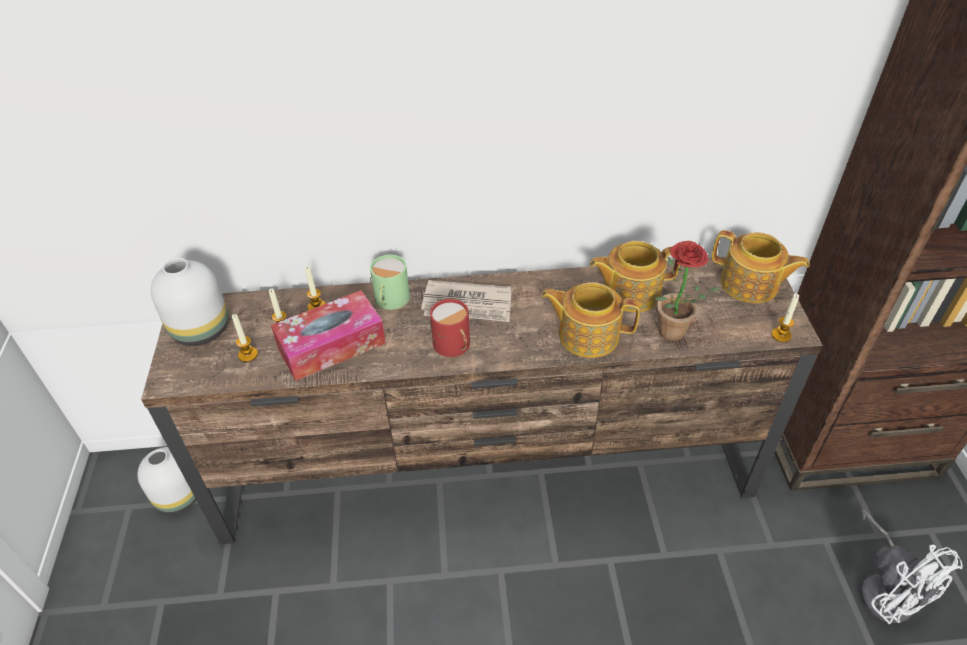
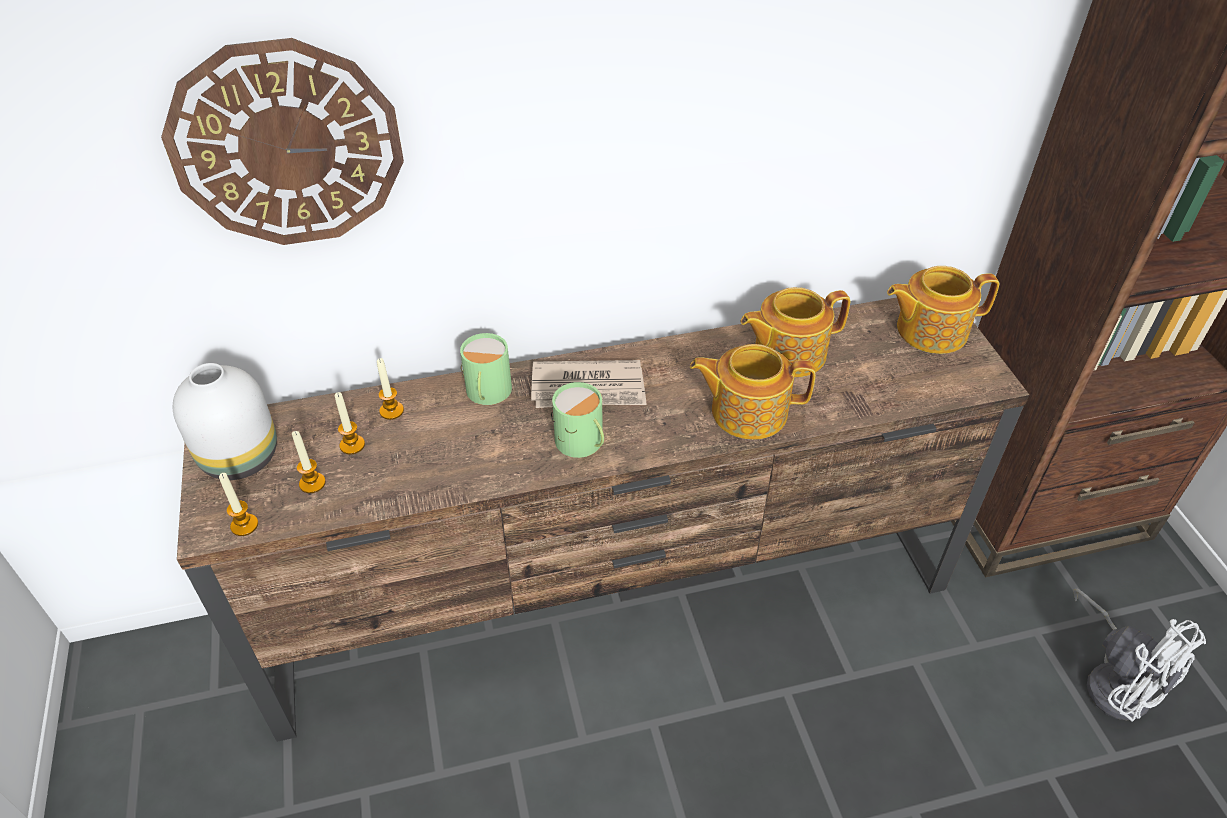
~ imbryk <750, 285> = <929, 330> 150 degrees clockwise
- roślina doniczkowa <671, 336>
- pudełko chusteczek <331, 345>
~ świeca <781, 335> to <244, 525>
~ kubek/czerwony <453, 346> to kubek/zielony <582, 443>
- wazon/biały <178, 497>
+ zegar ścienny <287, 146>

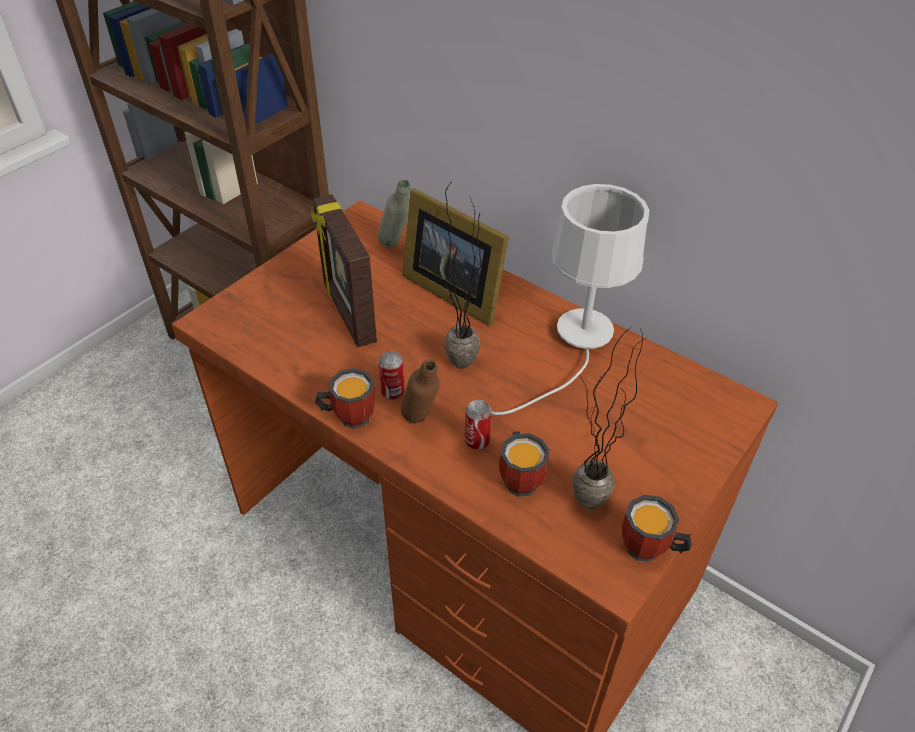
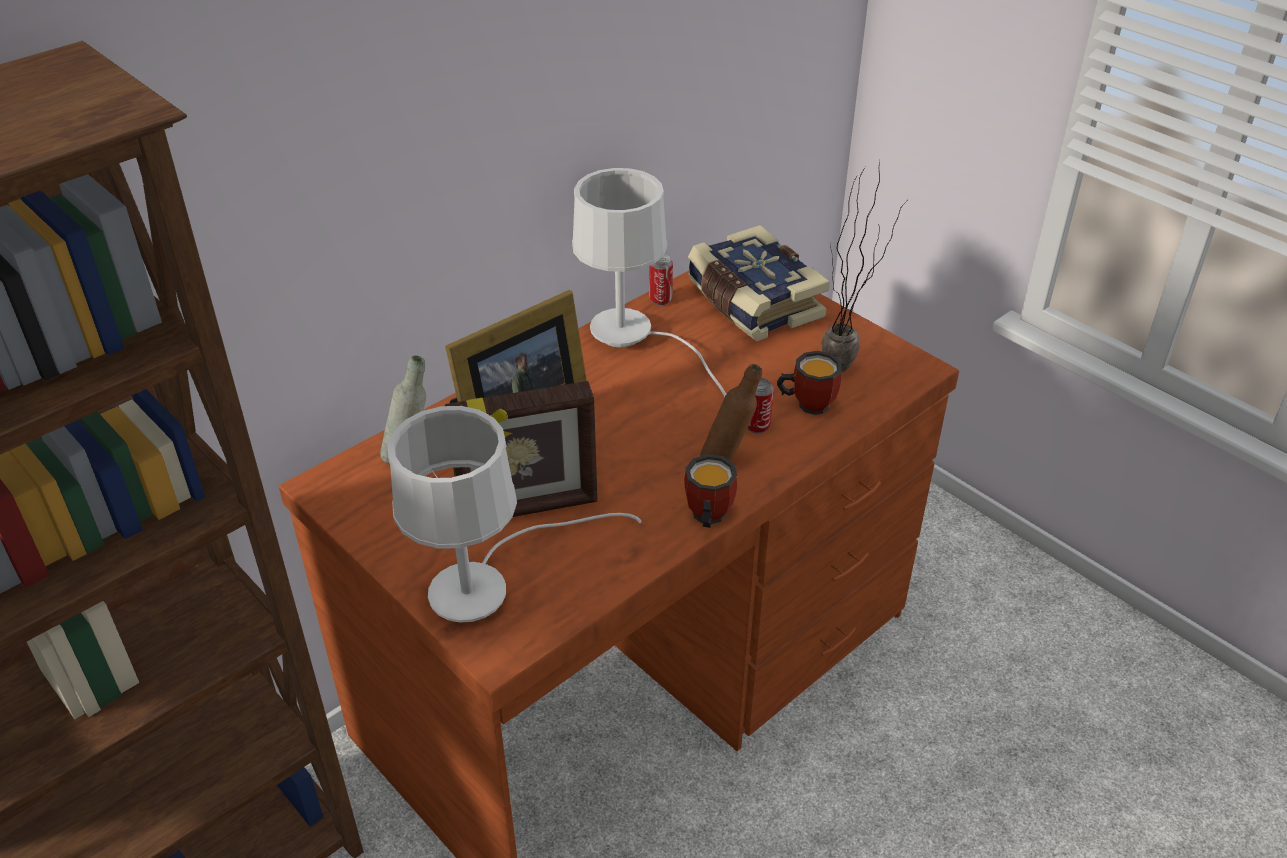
- roślina doniczkowa <450, 363>
~ puszka <392, 392> to <660, 299>
- kubek <648, 552>
+ książka <752, 303>
+ lampa stołowa/biały <486, 586>

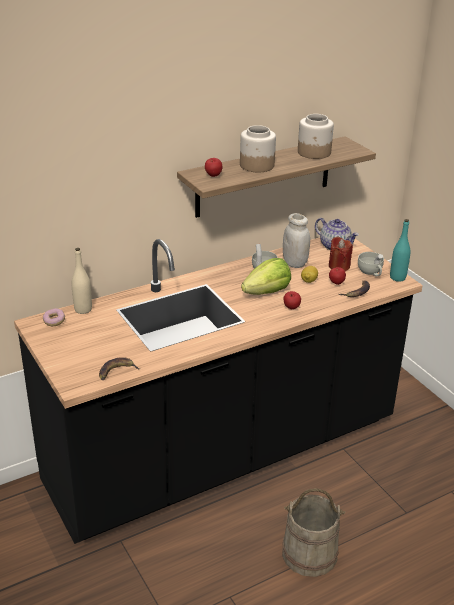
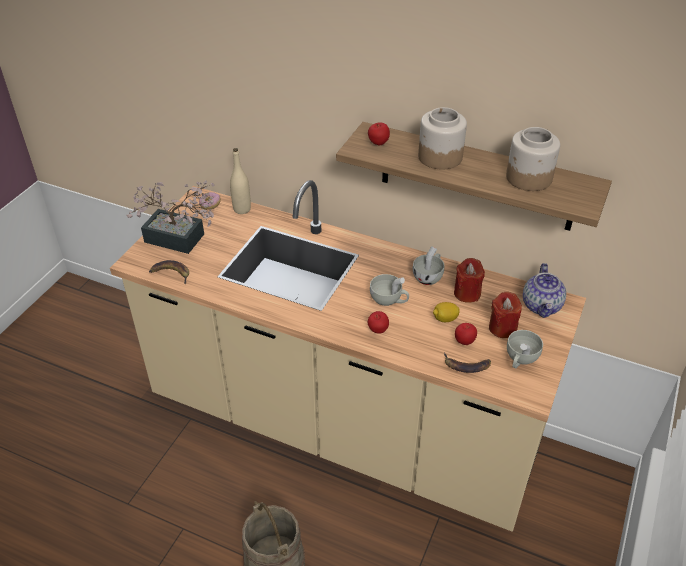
~ słoik/biały <294, 263> to świeca/czerwony <467, 293>
- butelka/turkusowy <397, 277>
~ zabudowa kuchenna/czarny <223, 455> to zabudowa kuchenna/beżowy <343, 427>
~ sałata <267, 292> to filiżanka/biały <389, 300>
+ roślina doniczkowa <180, 240>

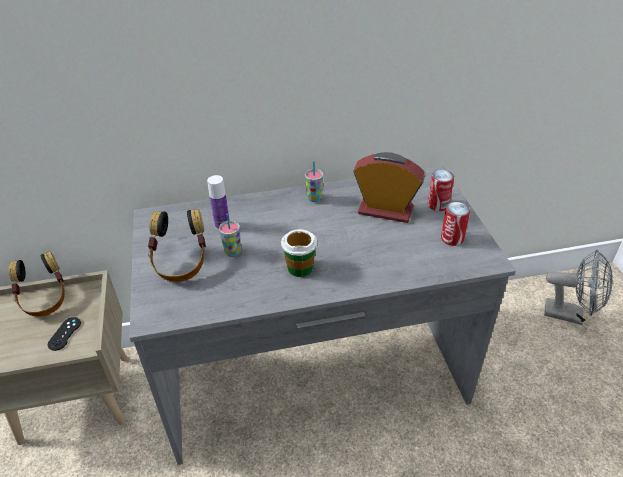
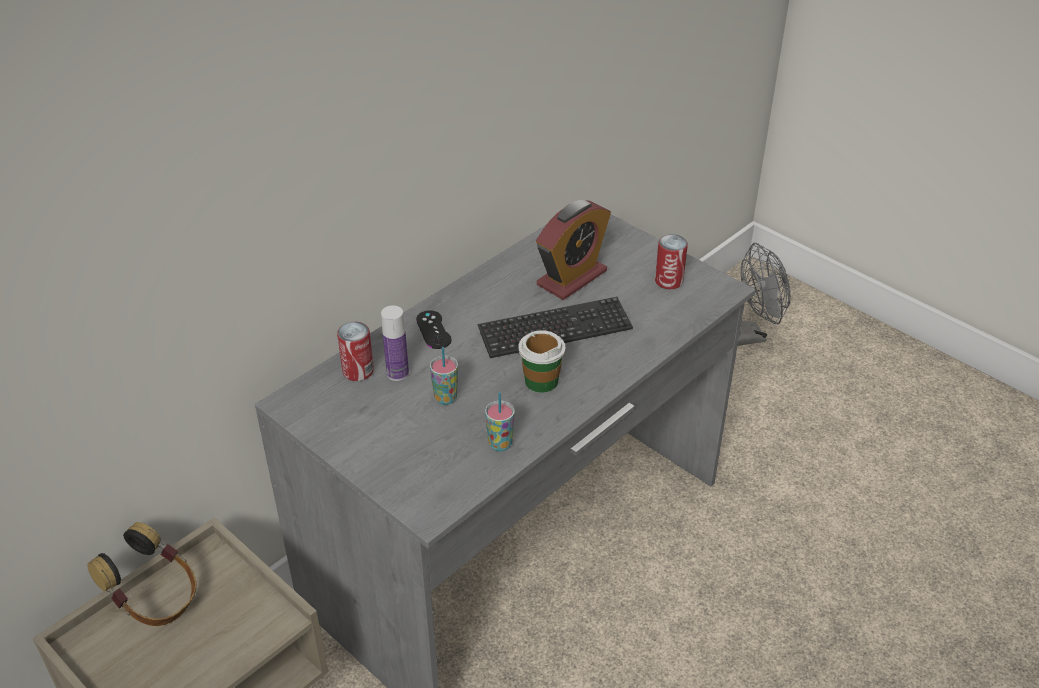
~ budzik <385, 210> = <572, 278> 150 degrees clockwise
~ filiżanka <314, 198> to <500, 444>
~ puszka <438, 205> to <358, 371>
- słuchawki <181, 264>
~ pad do gier/czarny <64, 333> to <433, 330>
+ klawiatura <555, 330>

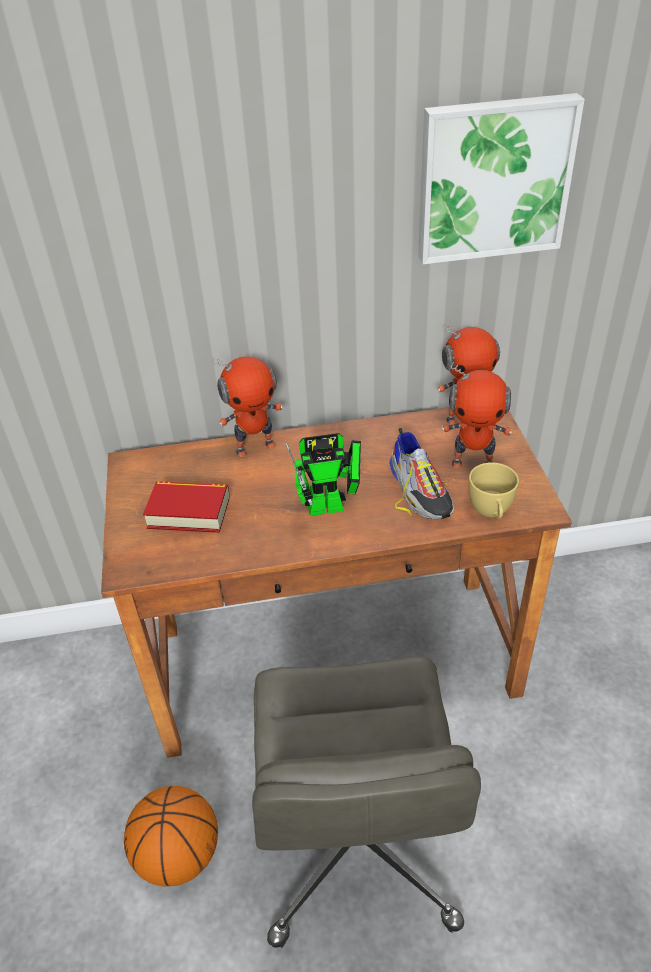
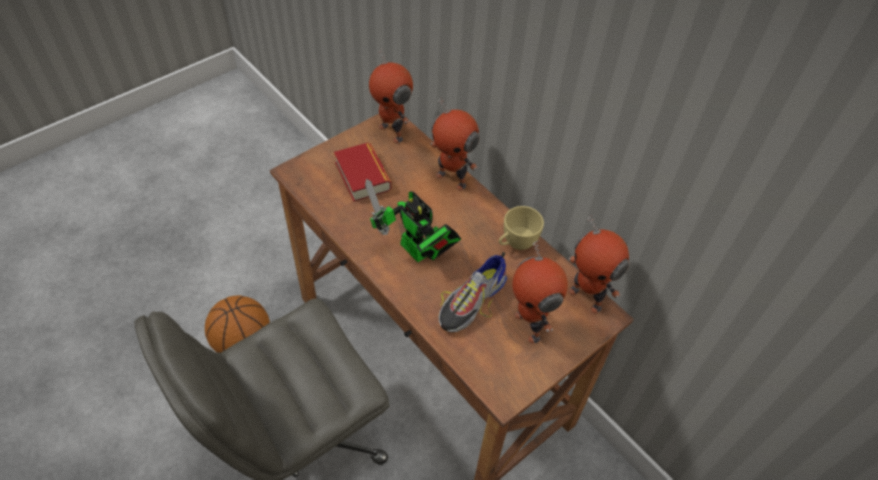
- obraz <493, 179>
~ filiżanka/żółty <491, 512> to <515, 243>
+ robot zabawkowy <392, 132>

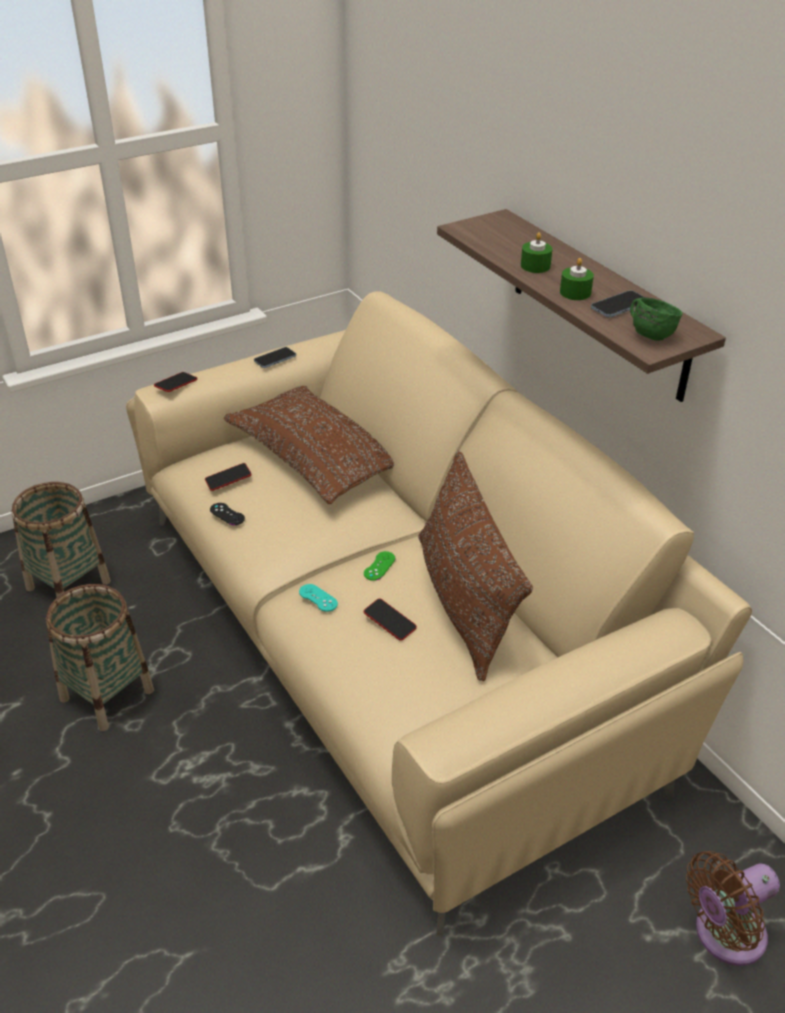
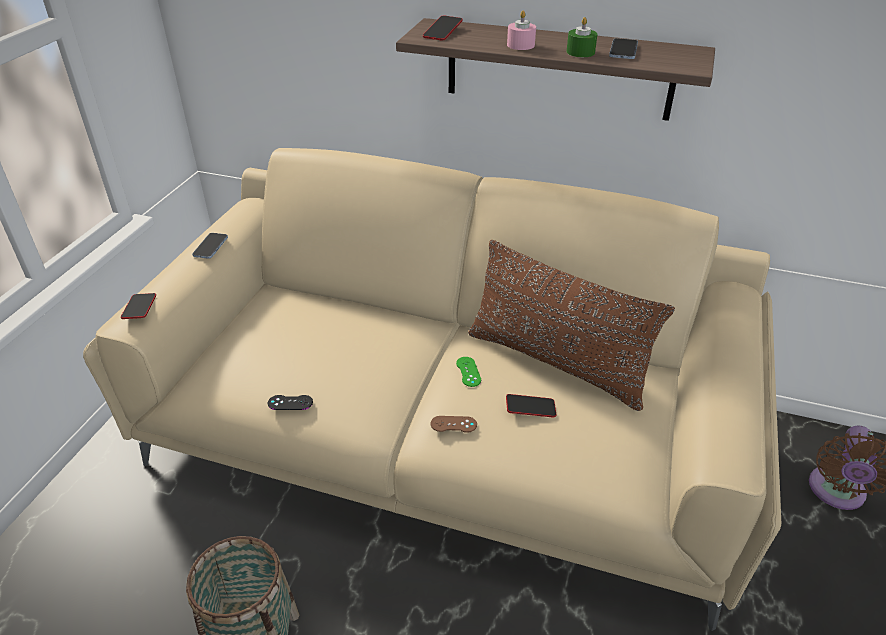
~ świeca/zielony <535, 266> to świeca/różowy <520, 45>
- kubek/zielony <650, 333>
- poduszka/brązowy <315, 459>
~ telefon <228, 479> to <443, 32>
- koszyk <68, 585>
~ pad do gier/turkusowy <318, 598> to pad do gier/brązowy <453, 424>

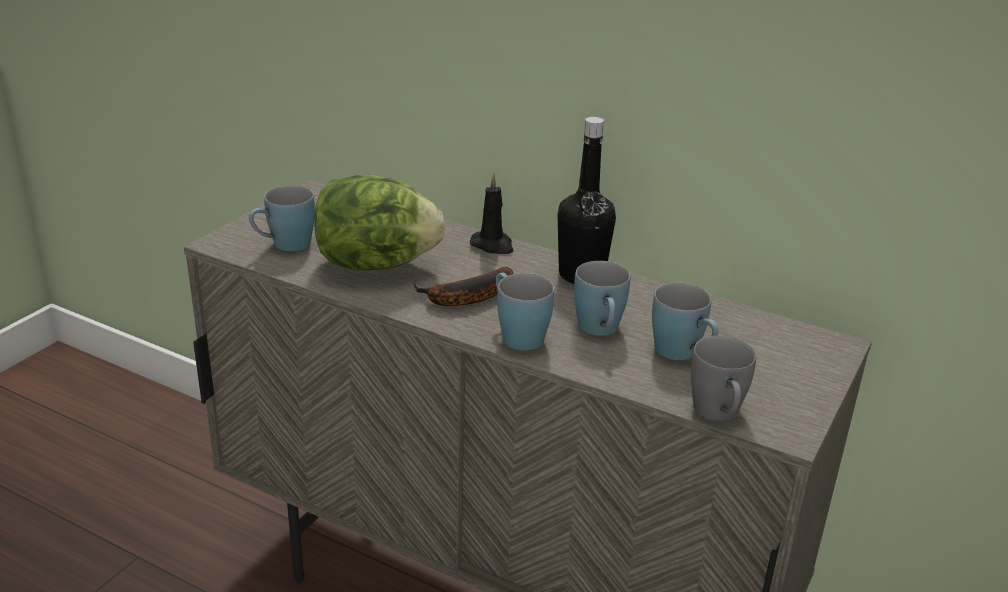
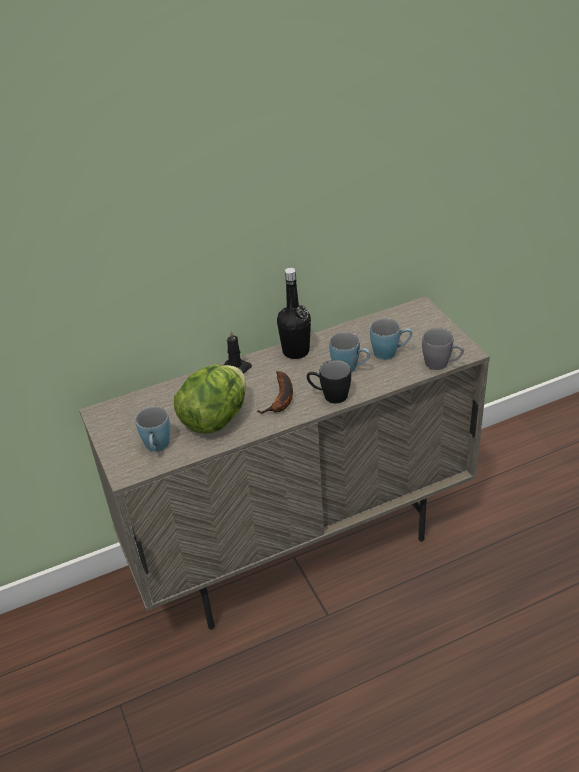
~ kubek/niebieski <516, 334> to kubek/czarny <329, 396>

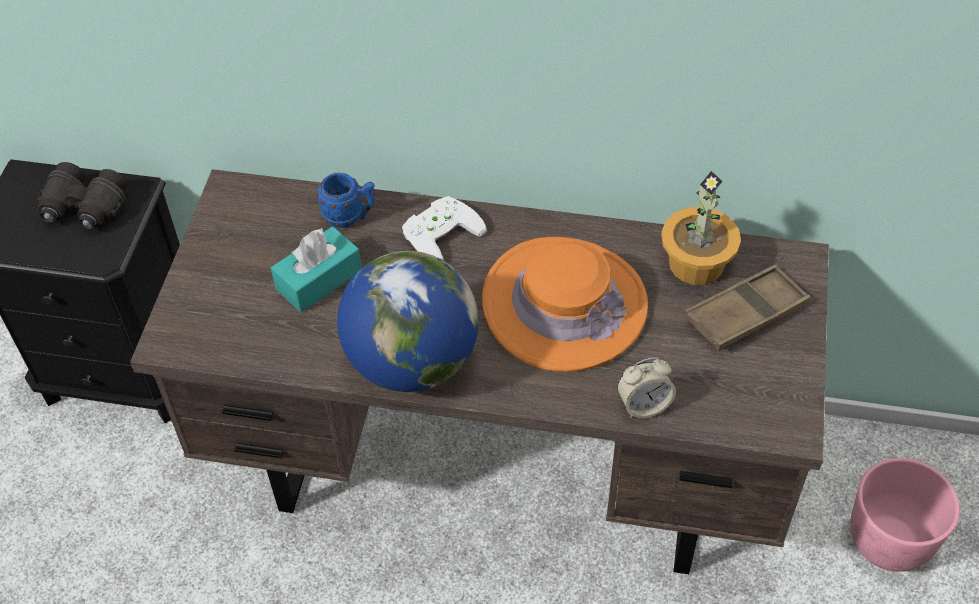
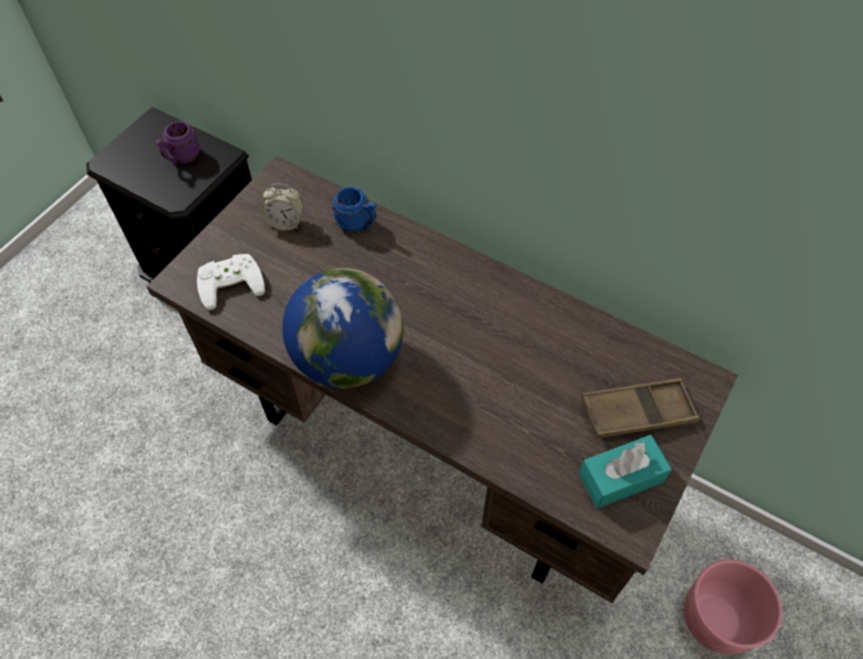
~ lornetka/czarny <84, 209> to kubek/fioletowy <182, 158>
- roślina doniczkowa <697, 263>
~ pad do gier/biały <439, 231> to <230, 281>
~ pudełko chusteczek/turkusowy <319, 279> to <620, 477>
- kapelusz/pomarańczowy <564, 304>
~ budzik <644, 405> to <286, 222>

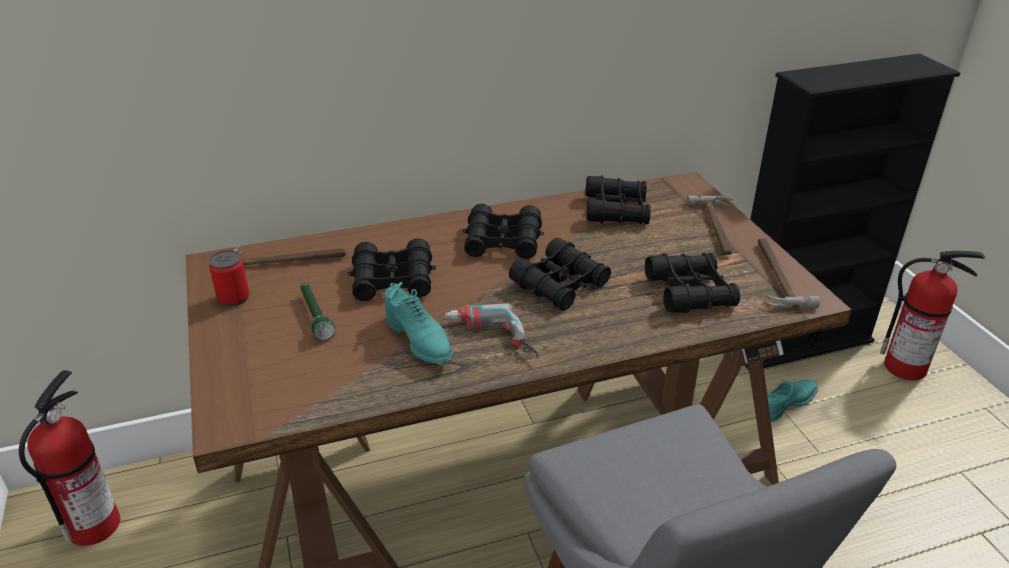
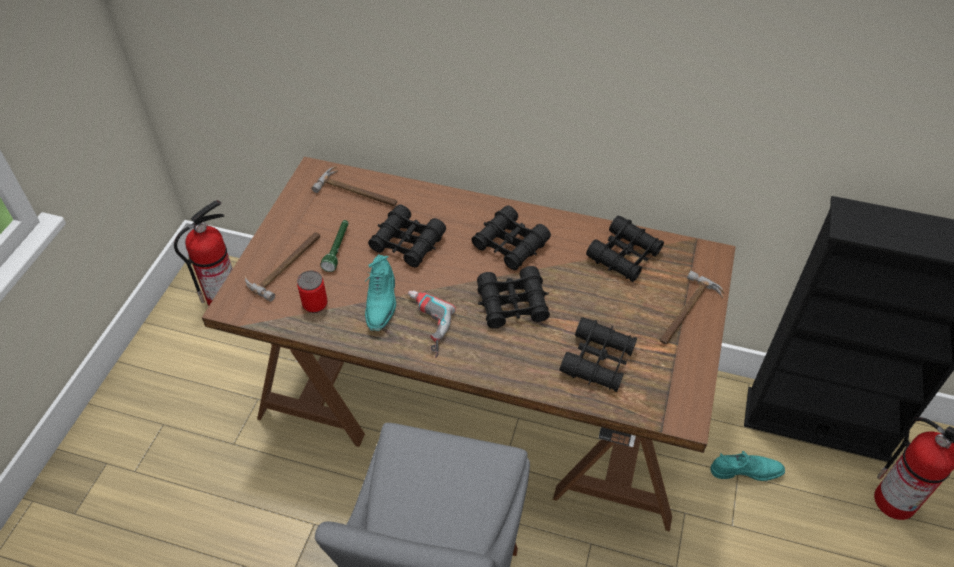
~ młotek <774, 275> to <286, 264>
~ puszka <233, 298> to <315, 304>

